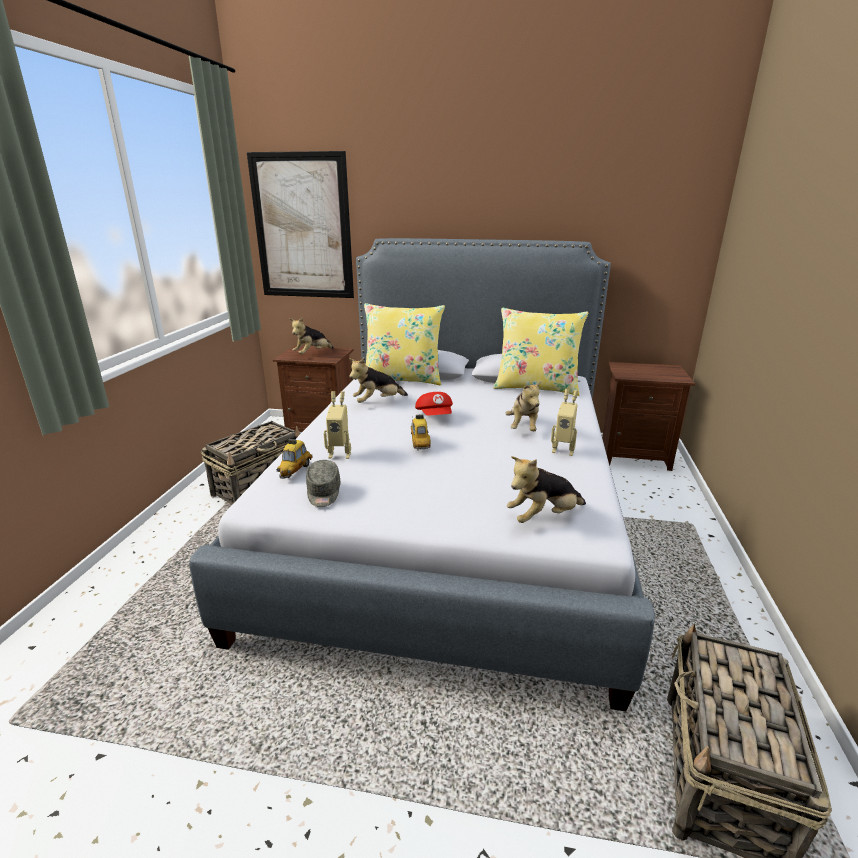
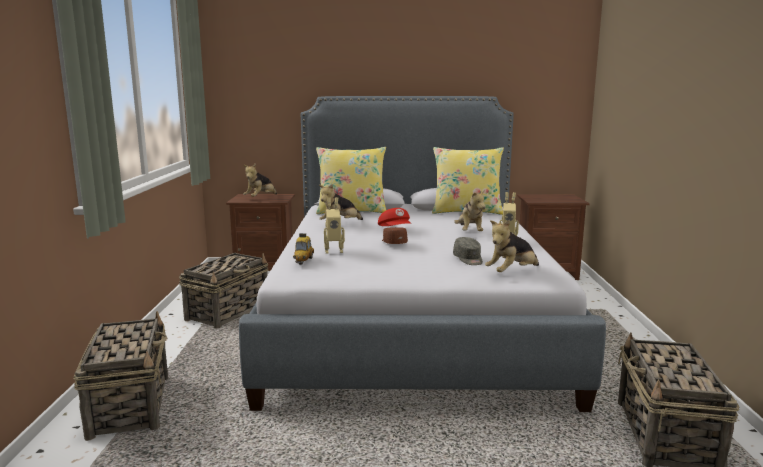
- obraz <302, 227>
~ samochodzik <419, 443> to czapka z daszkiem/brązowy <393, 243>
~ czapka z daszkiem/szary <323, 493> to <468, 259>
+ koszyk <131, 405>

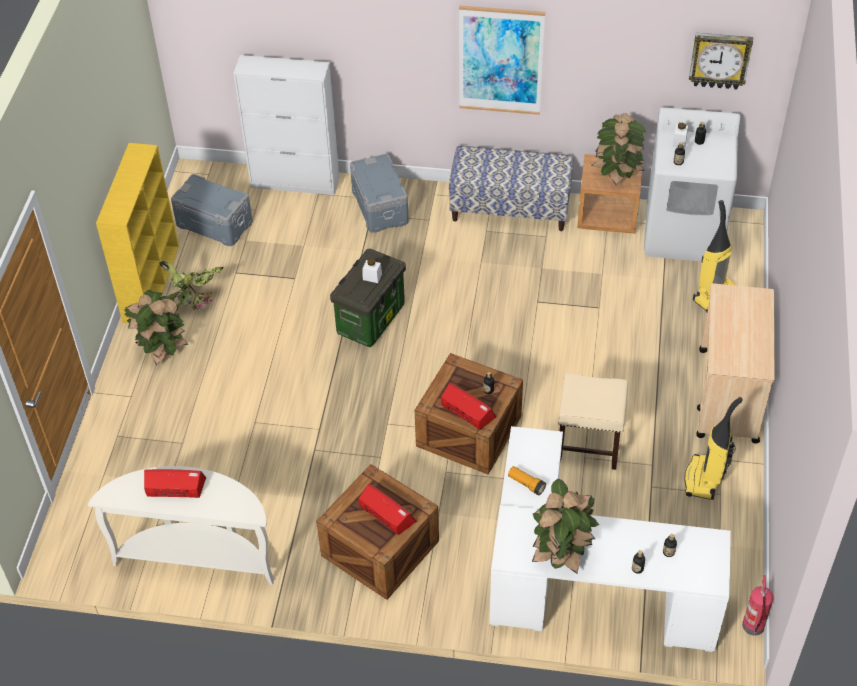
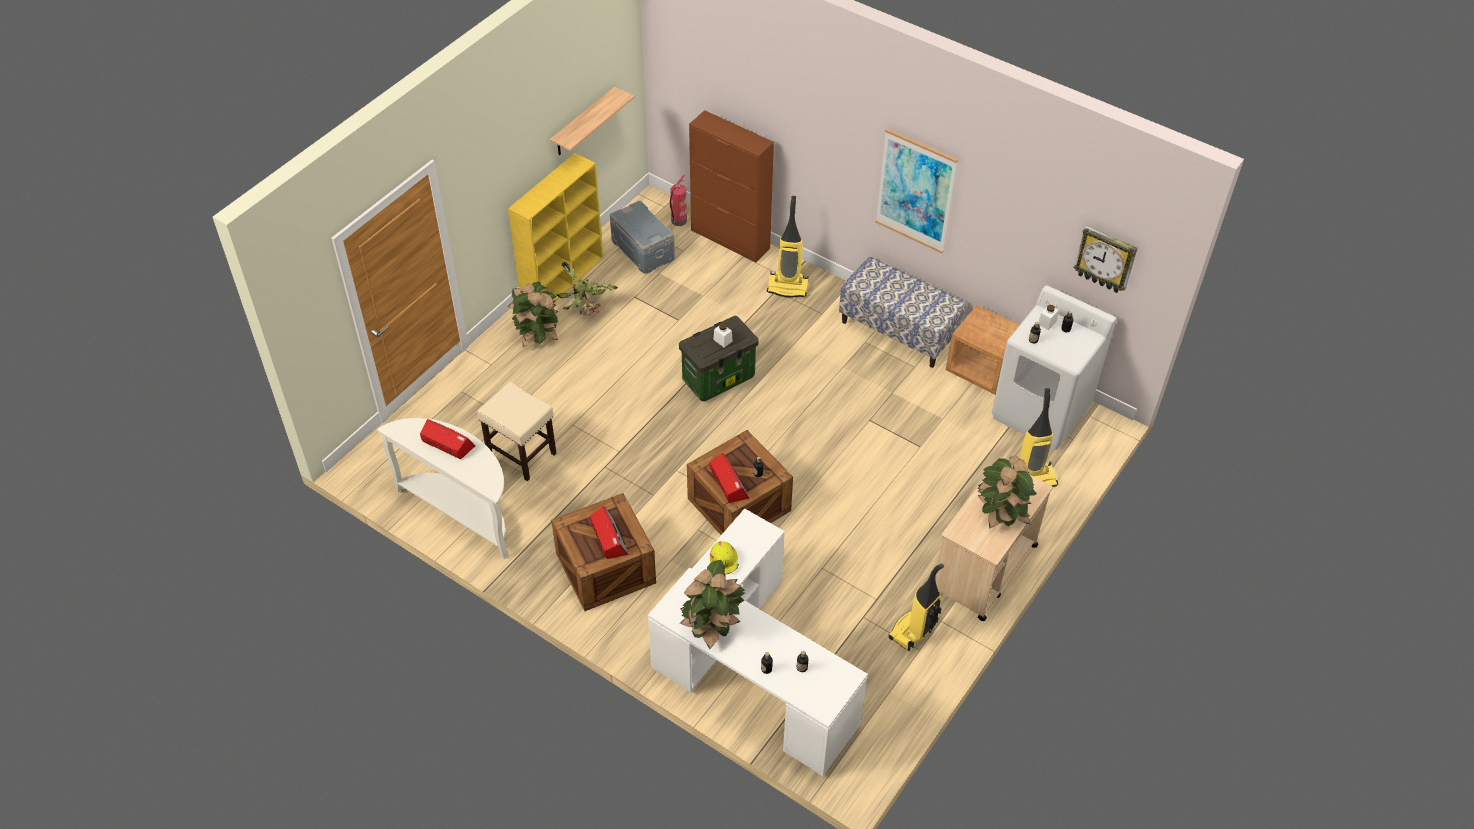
~ szafka/biały <295, 182> to szafka/brązowy <730, 239>
~ roślina doniczkowa <616, 176> to <1000, 517>
~ pojemnik do przechowywania/szary <380, 206> to odkurzacz <788, 287>
~ stołek/beżowy <589, 446> to <522, 455>
~ latarka <526, 484> to kask/żółty <724, 561>
~ gaśnica <753, 626> to <678, 221>
+ półka <583, 123>

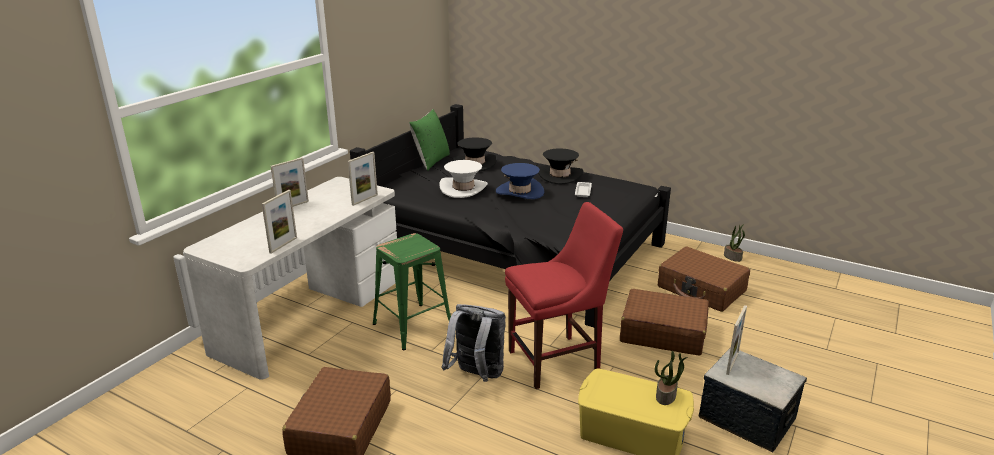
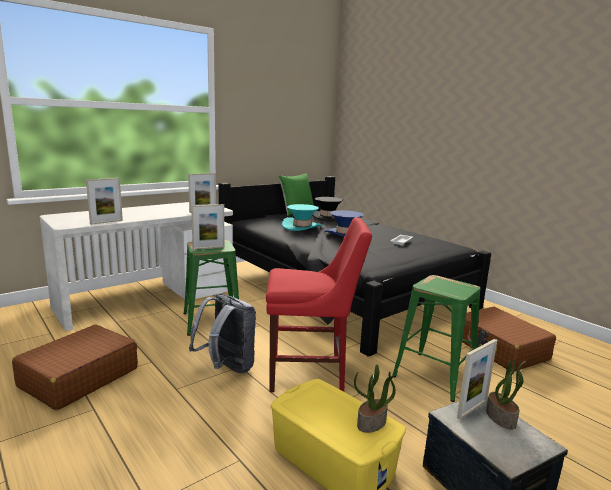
- kapelusz/czarny <560, 175>
~ ramka na zdjęcie <293, 206> to <208, 248>
~ kapelusz/biały <463, 188> to kapelusz/turkusowy <302, 226>
~ roślina doniczkowa <733, 257> to <501, 418>
~ walizka/brązowy <662, 332> to stołek/zielony <434, 375>

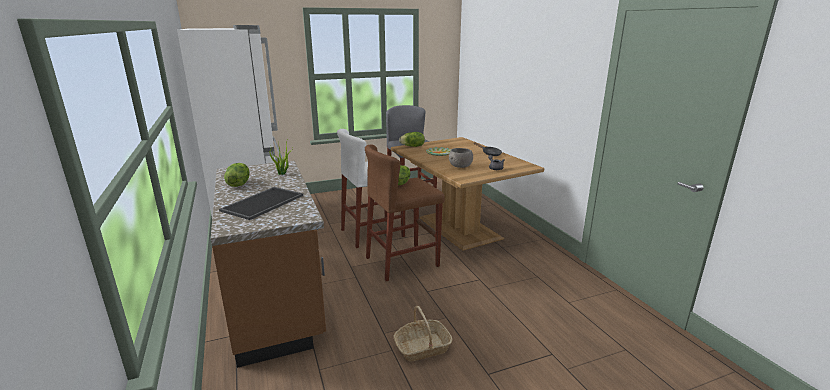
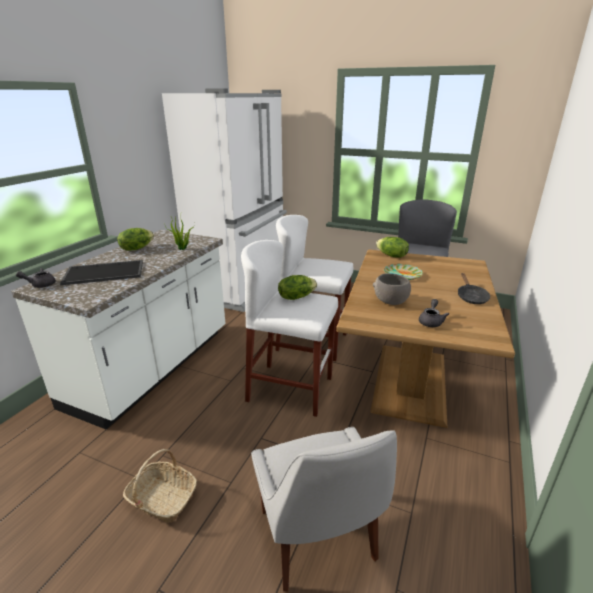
~ stołek/brązowy <402, 262> to stołek/biały <290, 389>
~ zabudowa kuchenna/brązowy <276, 300> to zabudowa kuchenna/biały <153, 367>
+ imbryk/szary <40, 285>
+ krzesło/biały <318, 539>

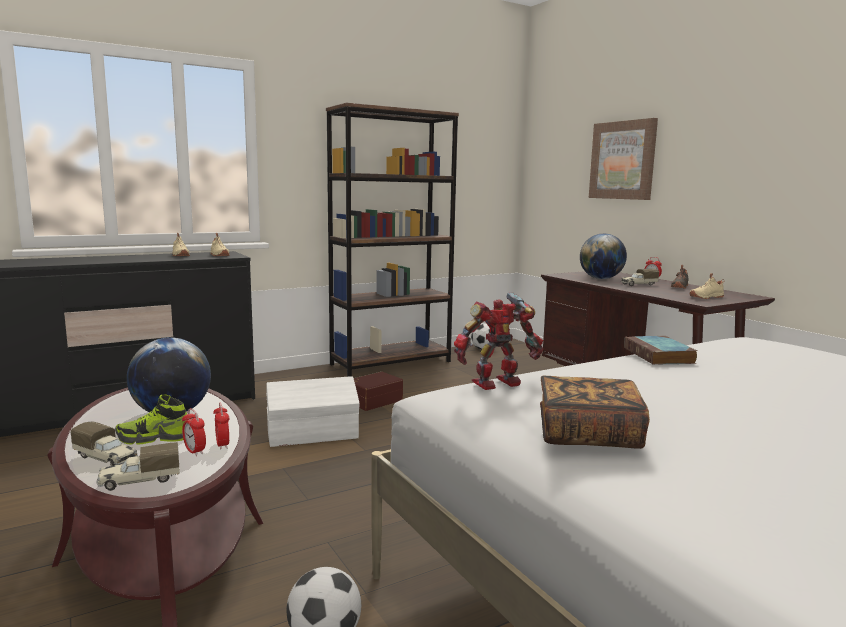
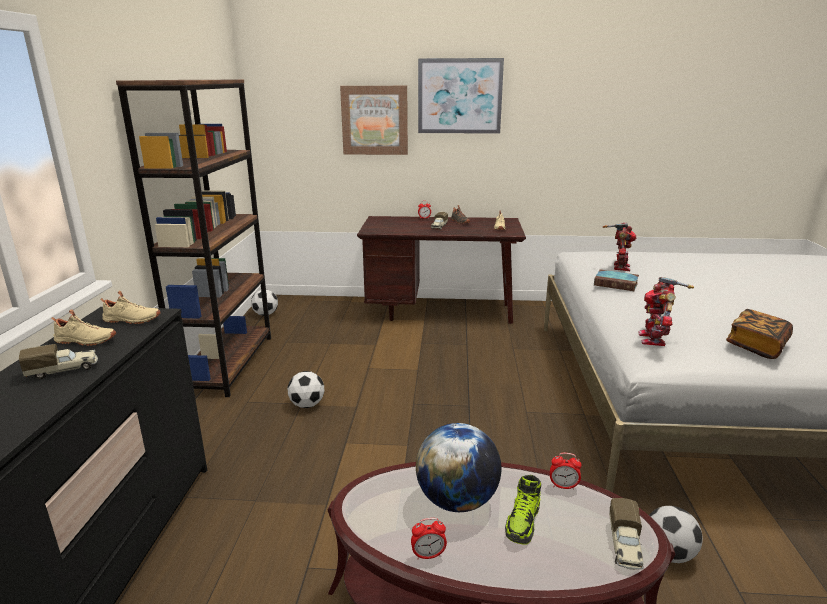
- globus <601, 278>
~ pojemnik do przechowywania/brązowy <373, 400> to piłka futbolowa <307, 405>
- pojemnik do przechowywania/biały <313, 435>
~ budzik <194, 451> to <428, 555>
~ ciężarówka zabawkowa <106, 459> to <63, 370>
+ obraz <459, 96>
+ robot zabawkowy <619, 267>

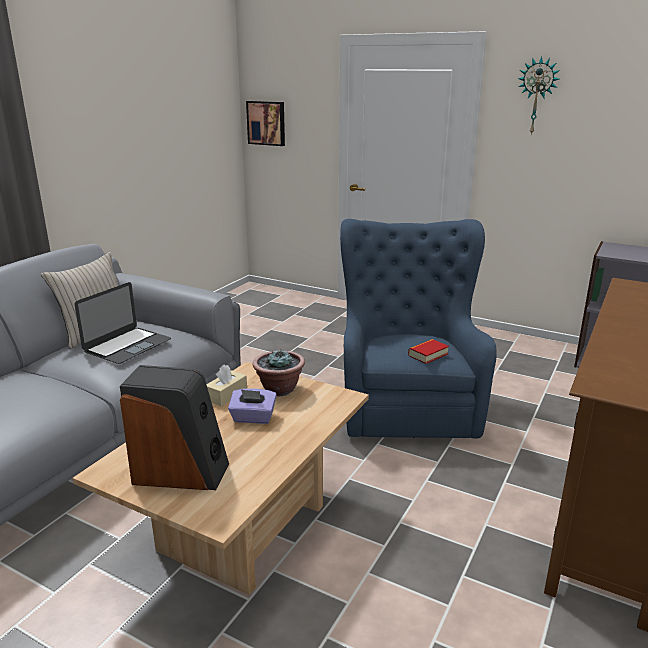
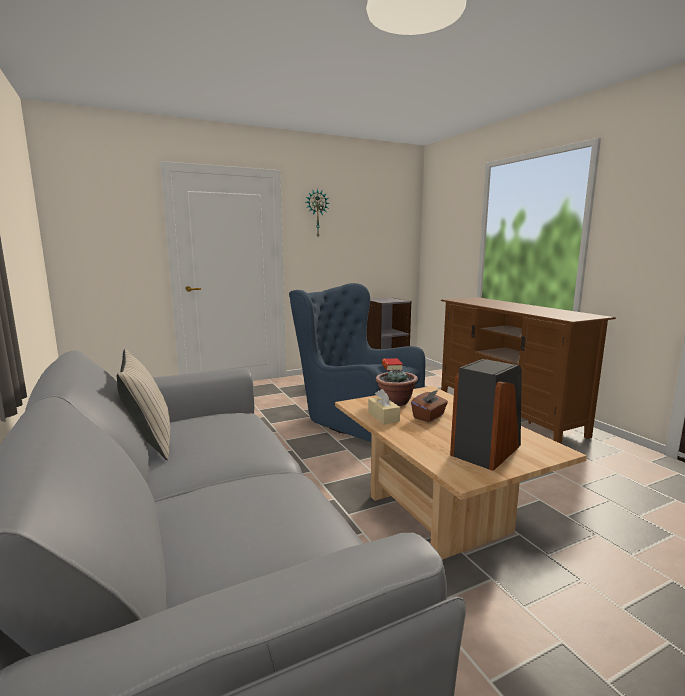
- obraz <266, 123>
- laptop <127, 345>
~ pudełko chusteczek/fioletowy <253, 418> to pudełko chusteczek/brązowy <429, 416>

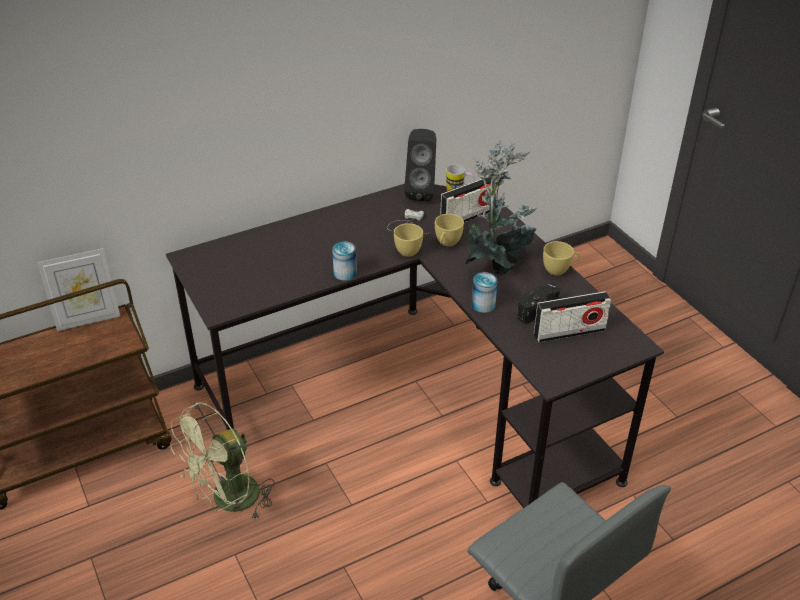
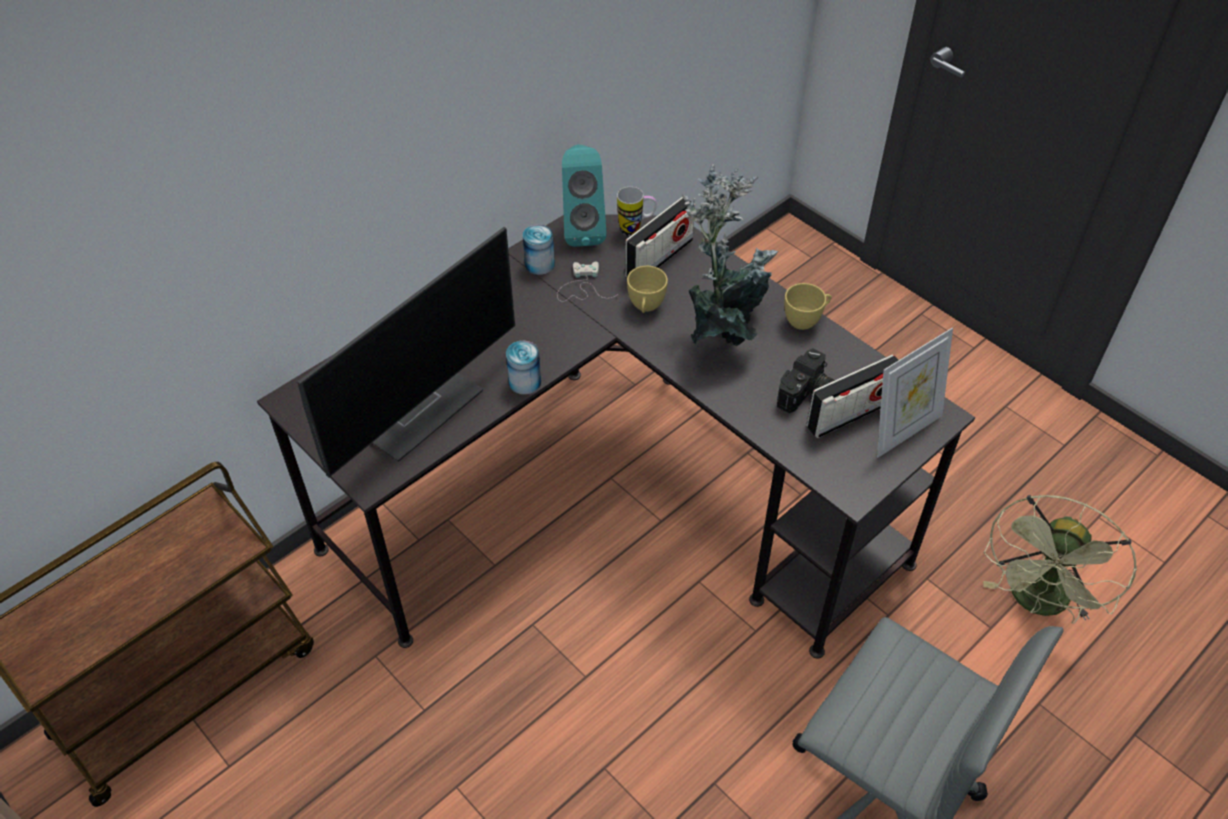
~ głośnik/czarny <421, 192> to głośnik/turkusowy <583, 230>
- filiżanka/żółty <407, 249>
~ ramka na zdjęcie <88, 319> to <903, 430>
~ puszka <483, 304> to <539, 264>
~ wentylator/zielony <228, 501> to <1038, 603>
+ monitor <416, 407>

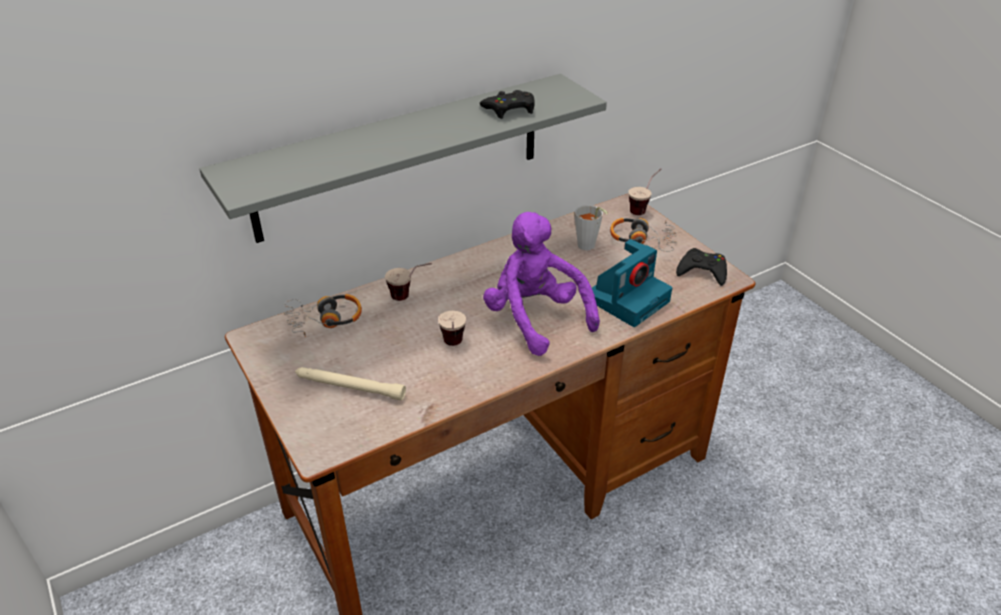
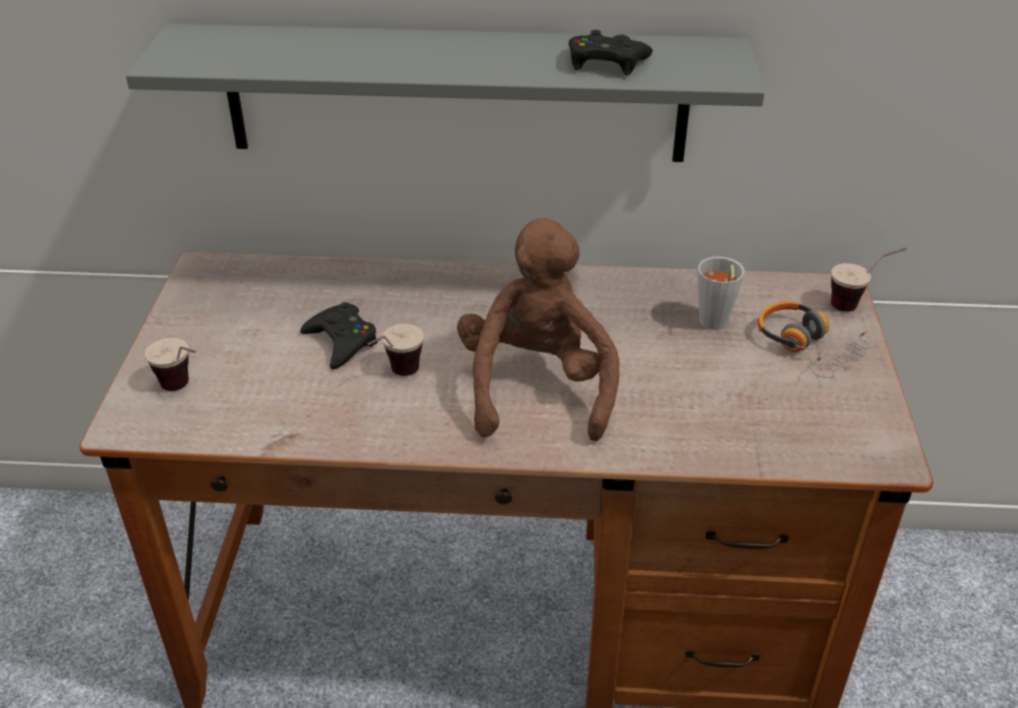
~ pluszak/fioletowy <535, 318> to pluszak/brązowy <536, 387>
- aparat fotograficzny <627, 298>
~ pad do gier/czarny <702, 271> to <341, 341>
~ filiżanka <410, 296> to <185, 390>
- słuchawki <324, 320>
- latarka/beżowy <349, 387>

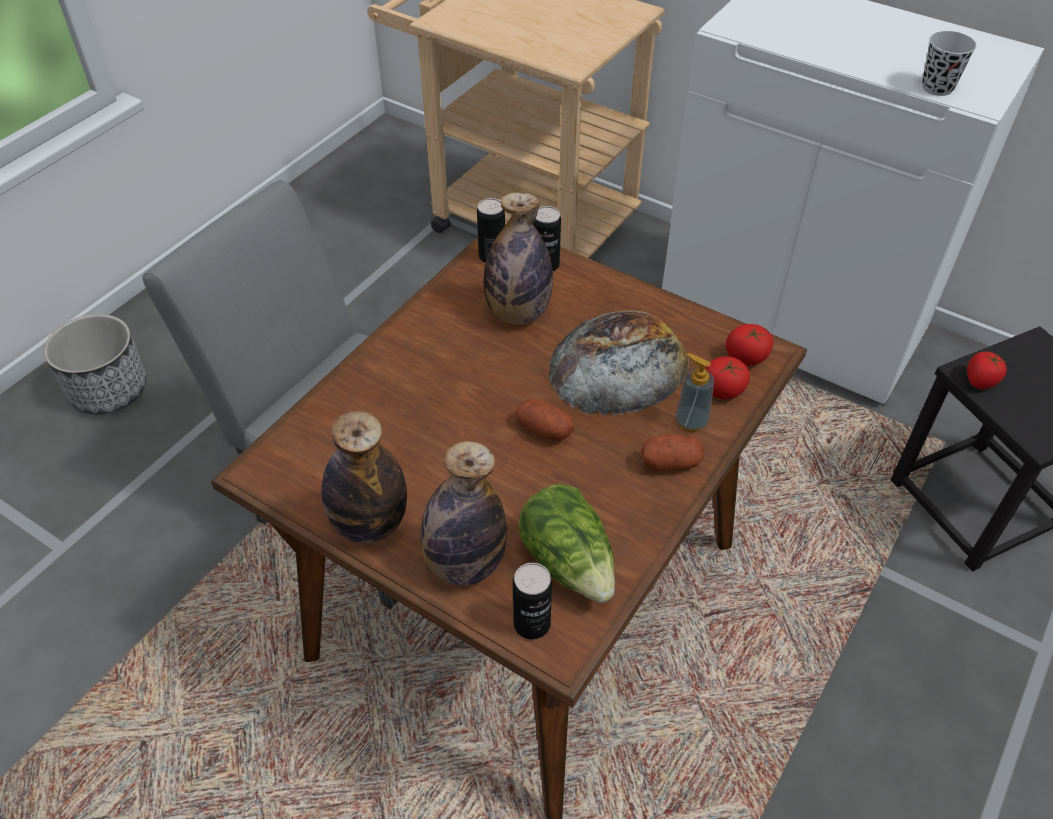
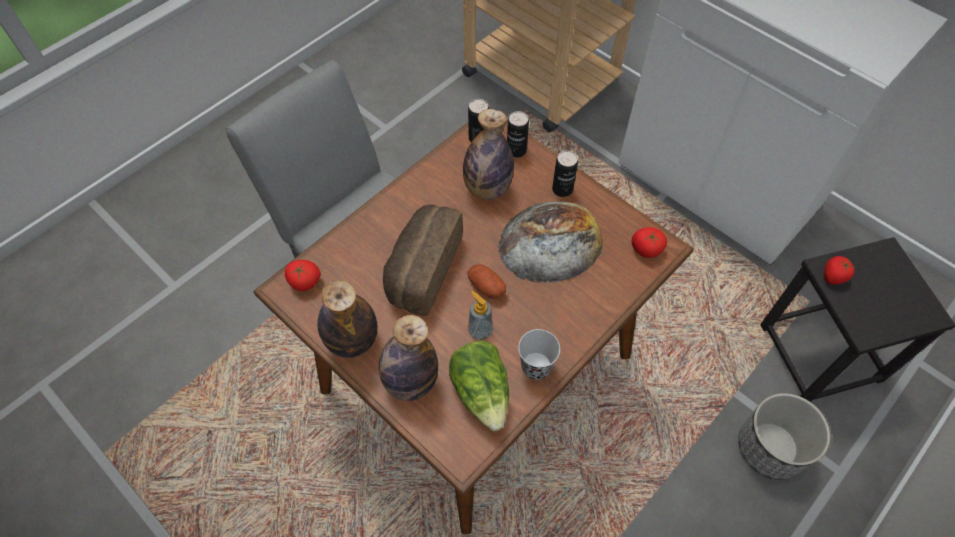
~ filiżanka/czarny <937, 87> to <536, 367>
~ donica <109, 390> to <770, 447>
~ dozownik mydła <691, 421> to <480, 331>
~ pomidor <722, 390> to <304, 282>
- ziemniak <671, 462>
~ puszka <532, 624> to <562, 189>
+ chleb <421, 269>

